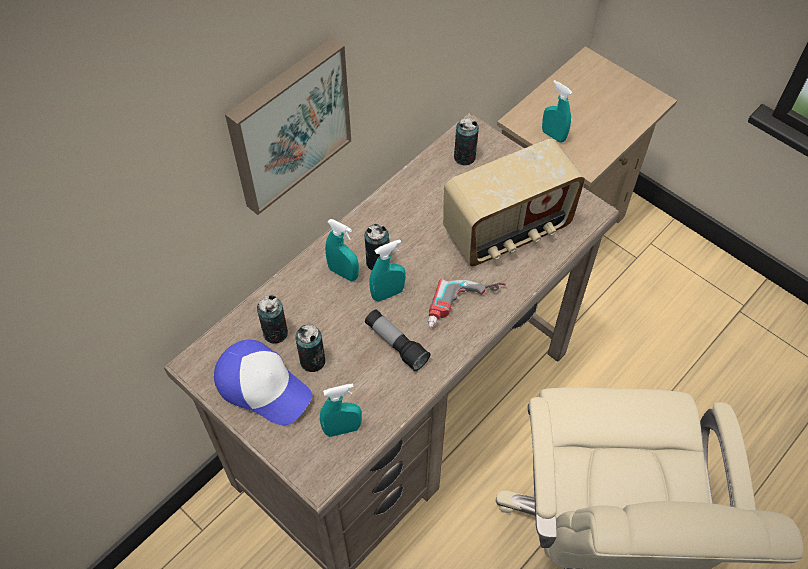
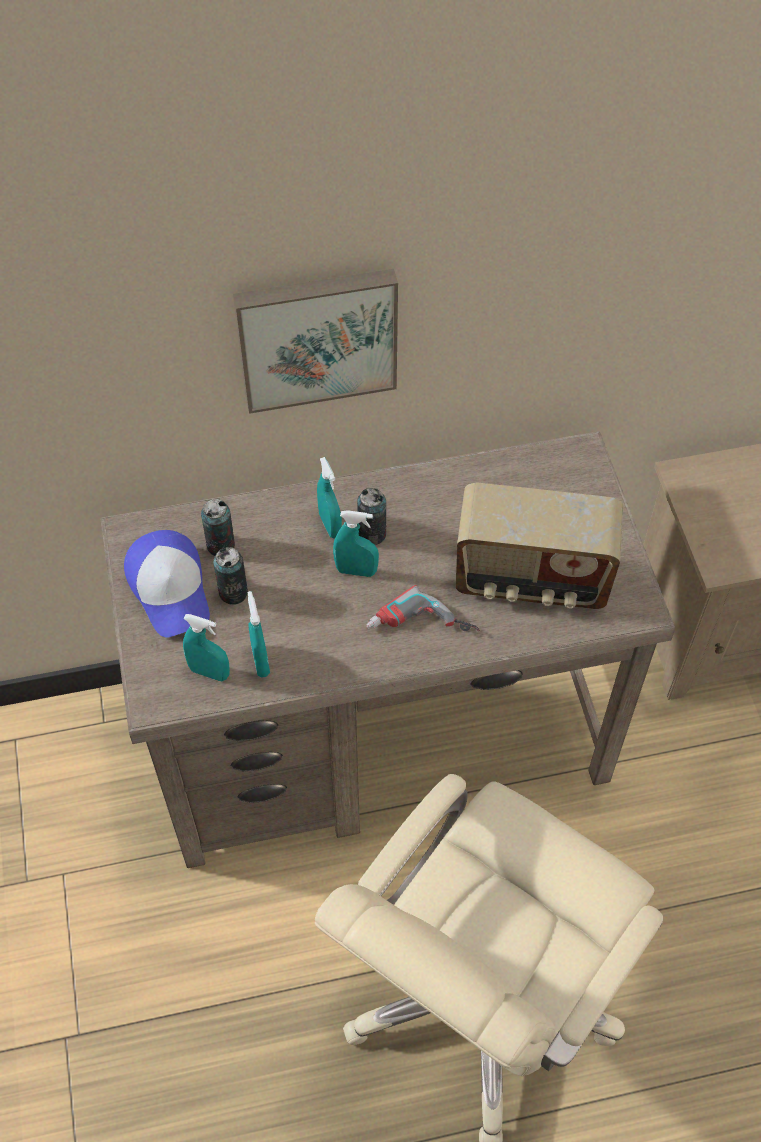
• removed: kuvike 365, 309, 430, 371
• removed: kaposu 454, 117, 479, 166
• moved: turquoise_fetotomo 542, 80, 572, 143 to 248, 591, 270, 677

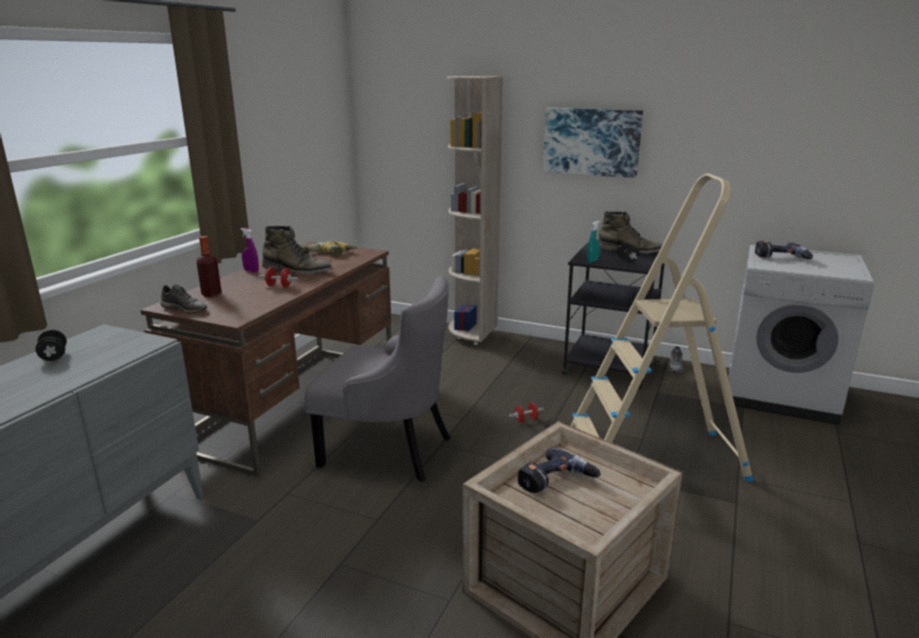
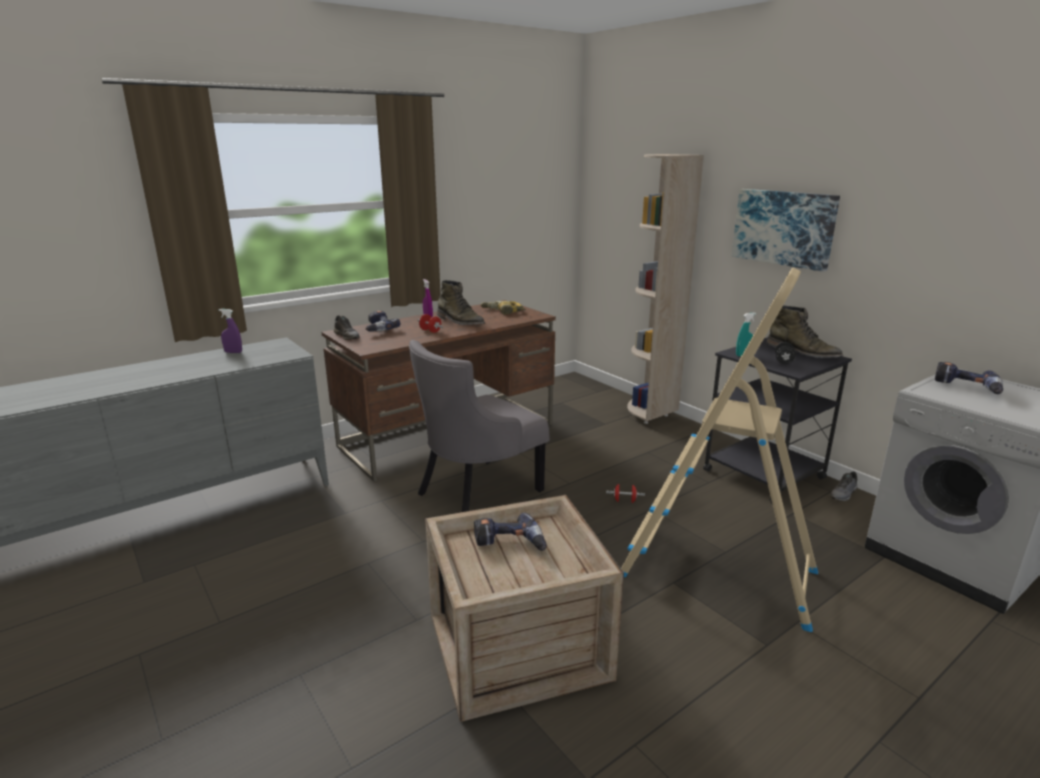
• replaced: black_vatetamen 35, 330, 67, 361 to purple_fetotomo 219, 309, 242, 353
• replaced: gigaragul 197, 236, 222, 297 to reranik 366, 311, 400, 331
• turned: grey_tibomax 305, 276, 451, 482 = 409, 340, 550, 512 90 degrees clockwise

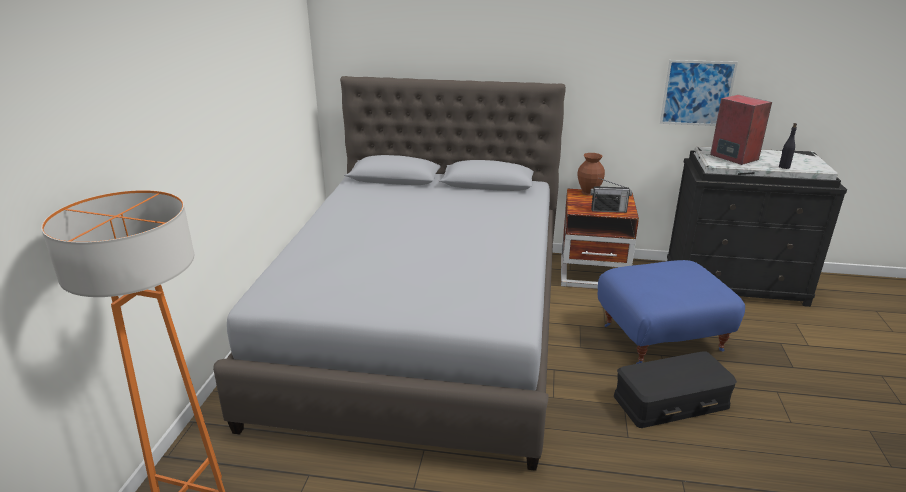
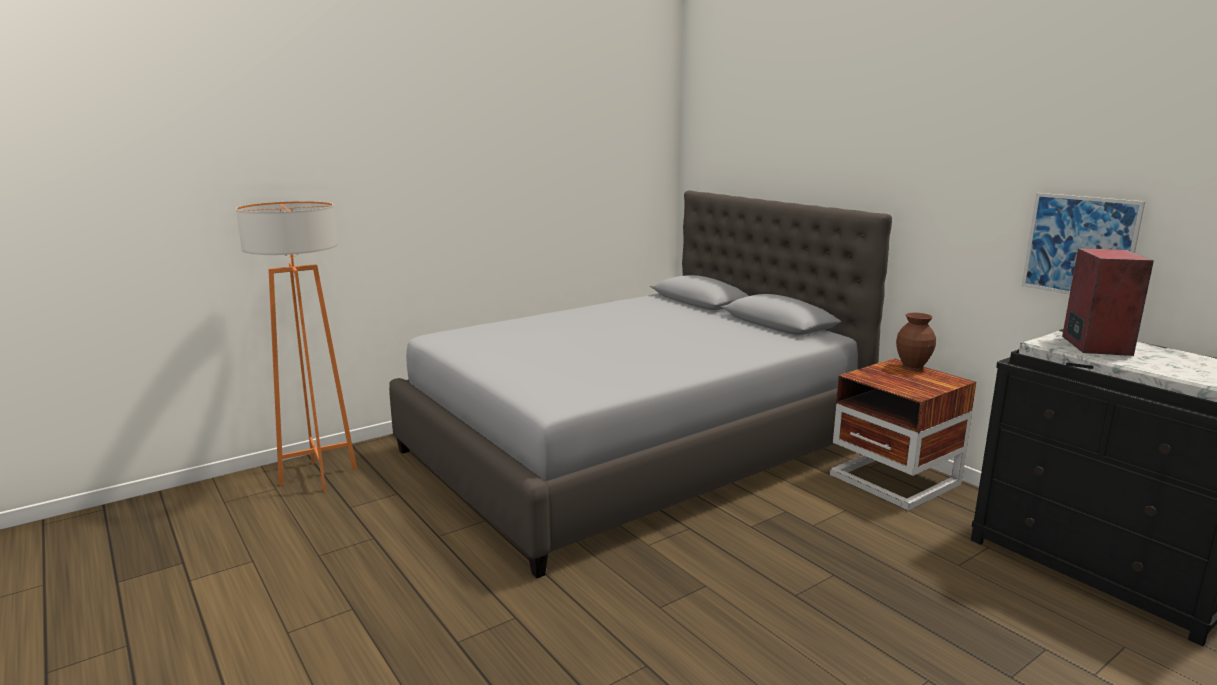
• removed: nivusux 591, 178, 632, 213
• removed: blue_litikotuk 598, 260, 745, 364
• removed: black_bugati 614, 351, 737, 428
• removed: black_gigaragul 779, 123, 797, 169

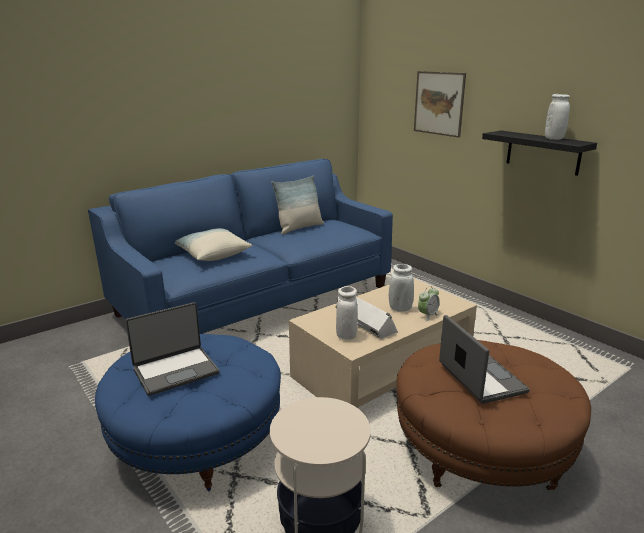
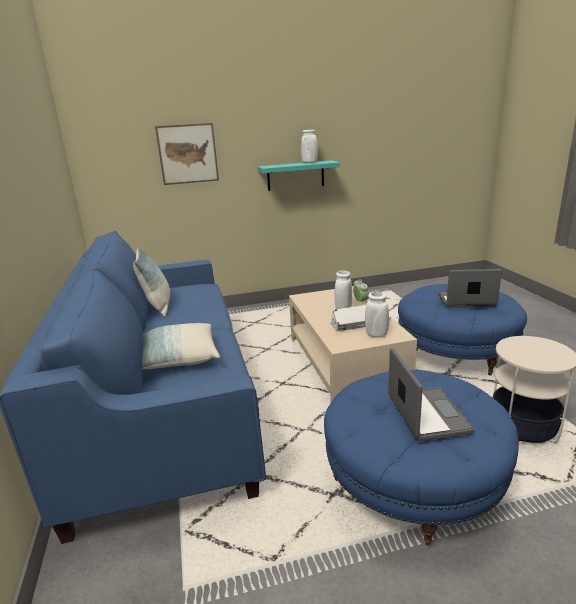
• recoloured: brown_litikotuk 396, 340, 591, 490 to blue_litikotuk 398, 284, 527, 376
• recoloured: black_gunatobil 482, 131, 597, 176 to turquoise_gunatobil 257, 160, 340, 191

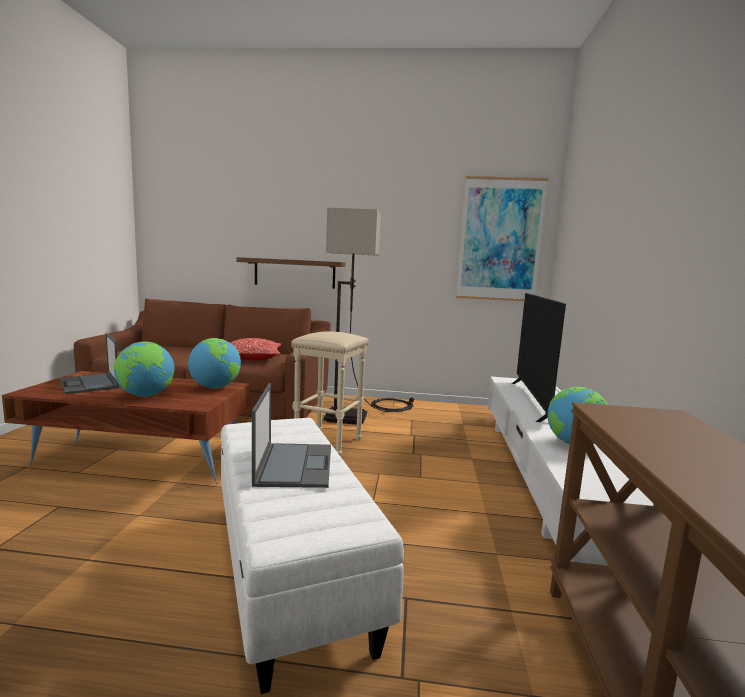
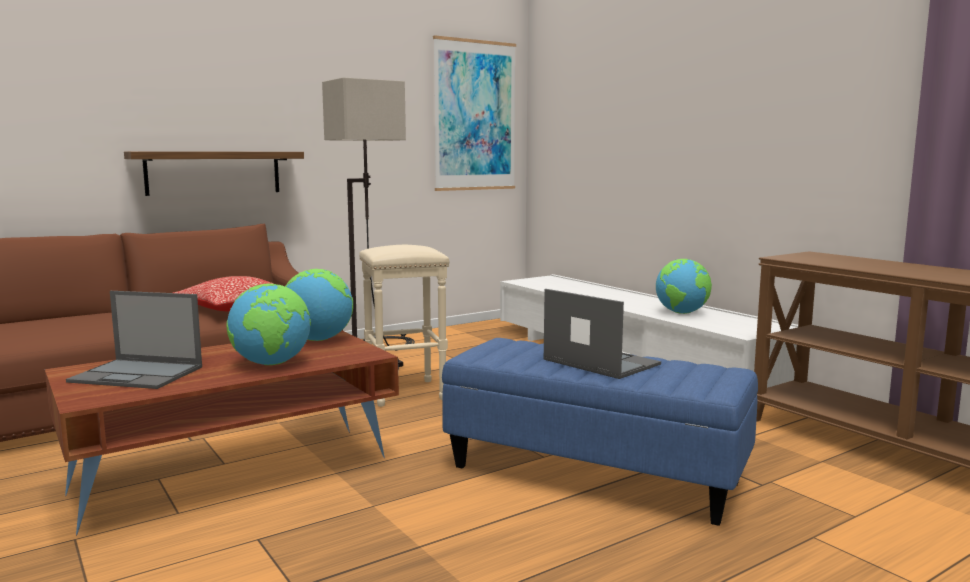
• removed: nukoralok 512, 293, 566, 422
• recoloured: white_litikotuk 221, 418, 404, 694 to blue_litikotuk 442, 338, 758, 526

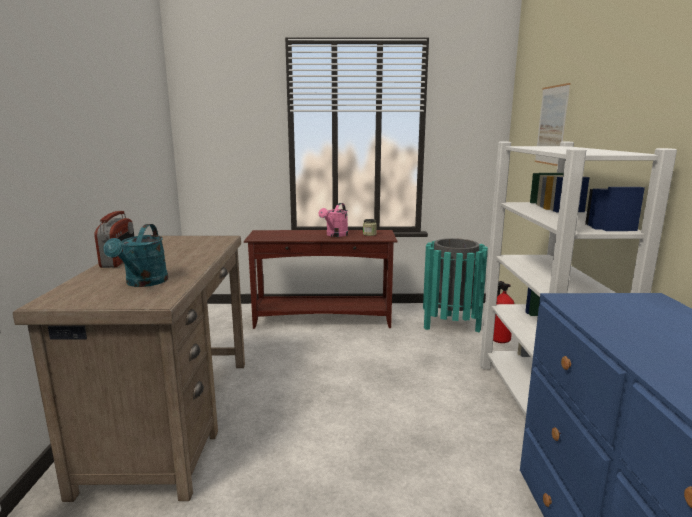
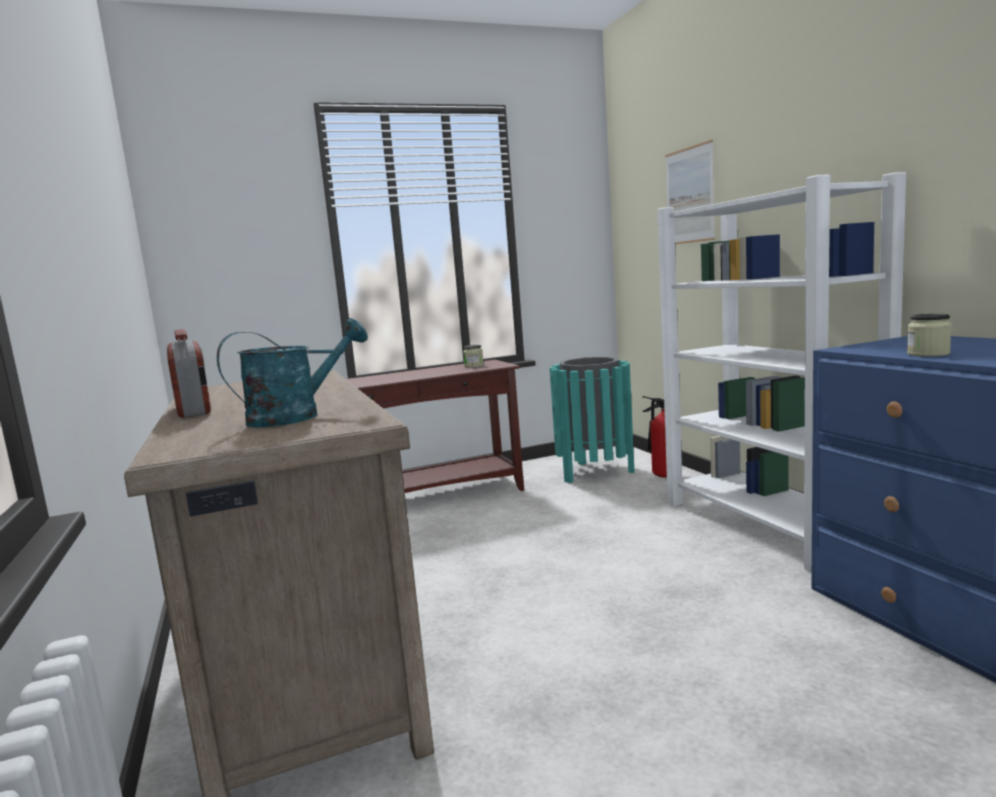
• removed: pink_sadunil 318, 203, 348, 237
• added: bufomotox 907, 314, 952, 357
• turned: turquoise_sadunil 103, 224, 168, 287 = 217, 318, 368, 427 105 degrees counterclockwise

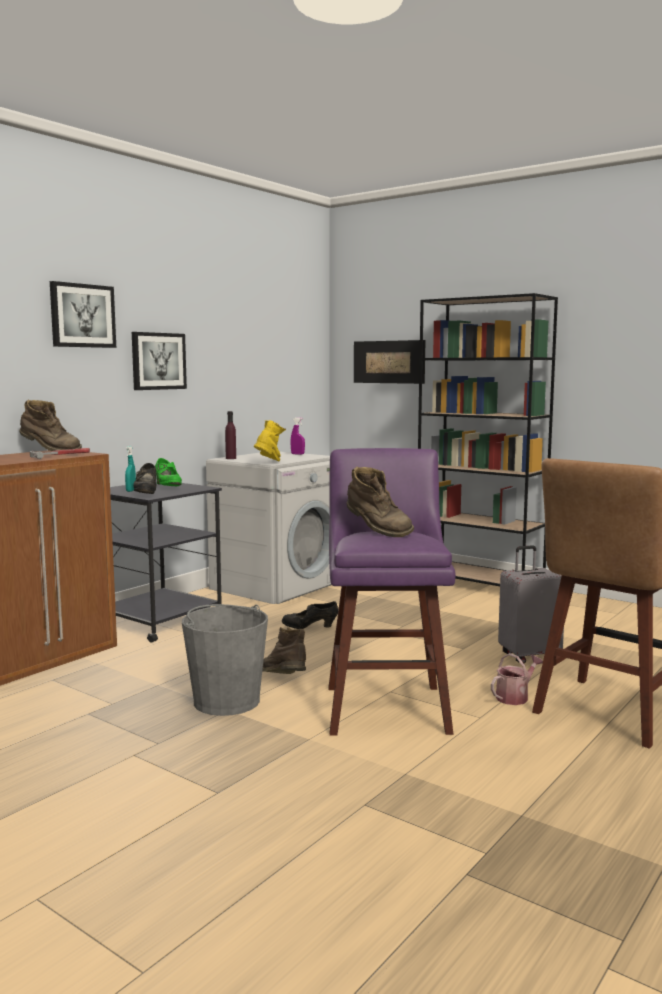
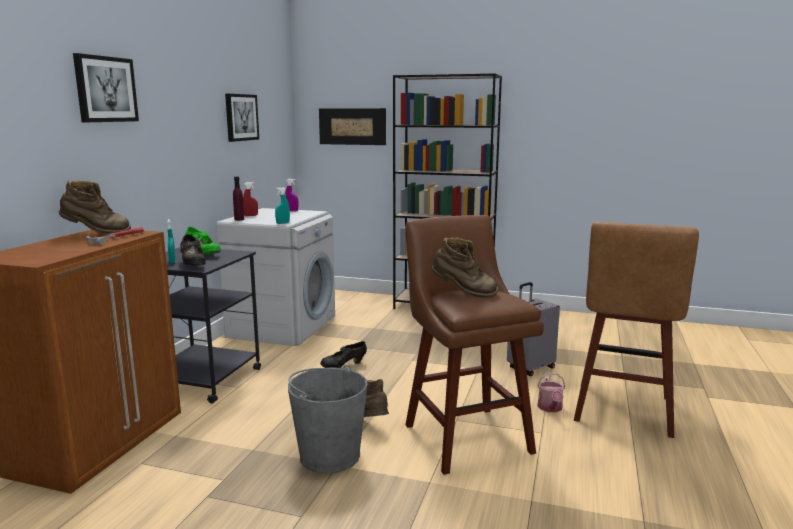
• added: red_fetotomo 243, 182, 258, 216
• moved: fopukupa 132, 332, 187, 390 to 225, 94, 259, 142
• replaced: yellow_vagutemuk 254, 420, 286, 462 to turquoise_fetotomo 275, 187, 290, 224
• recoloured: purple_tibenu 328, 448, 455, 736 to brown_tibenu 405, 215, 544, 475
• turned: sadunil 491, 653, 543, 705 = 537, 373, 565, 412 150 degrees clockwise

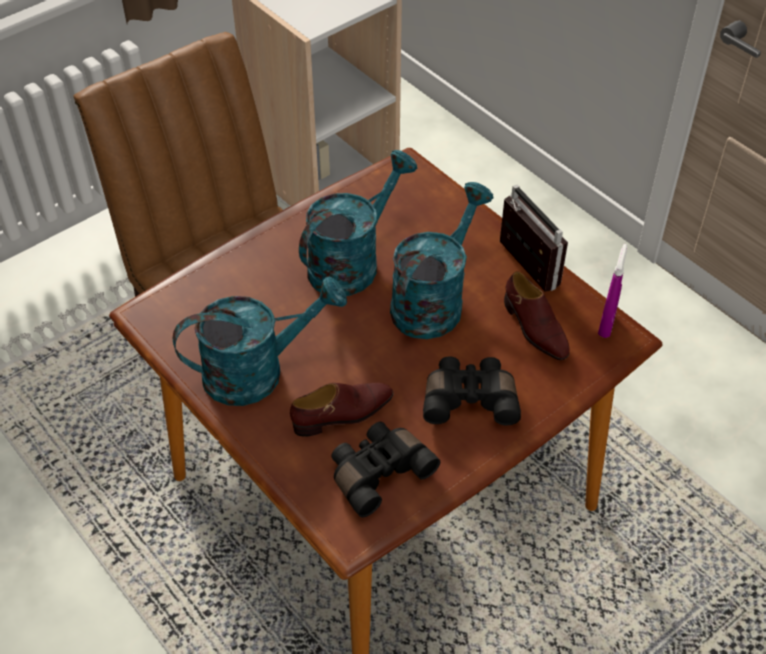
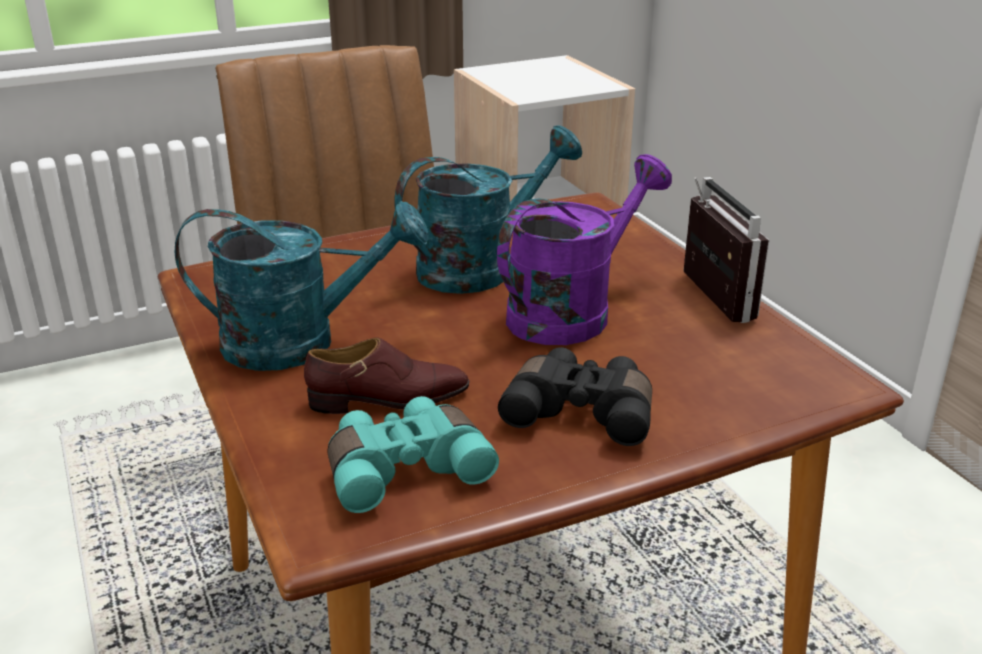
• removed: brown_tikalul 504, 271, 569, 360
• removed: purple_fetotomo 598, 244, 627, 338
• recoloured: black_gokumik 331, 421, 440, 518 to turquoise_gokumik 327, 396, 499, 513
• recoloured: turquoise_sadunil 390, 182, 493, 339 to purple_sadunil 497, 154, 672, 345

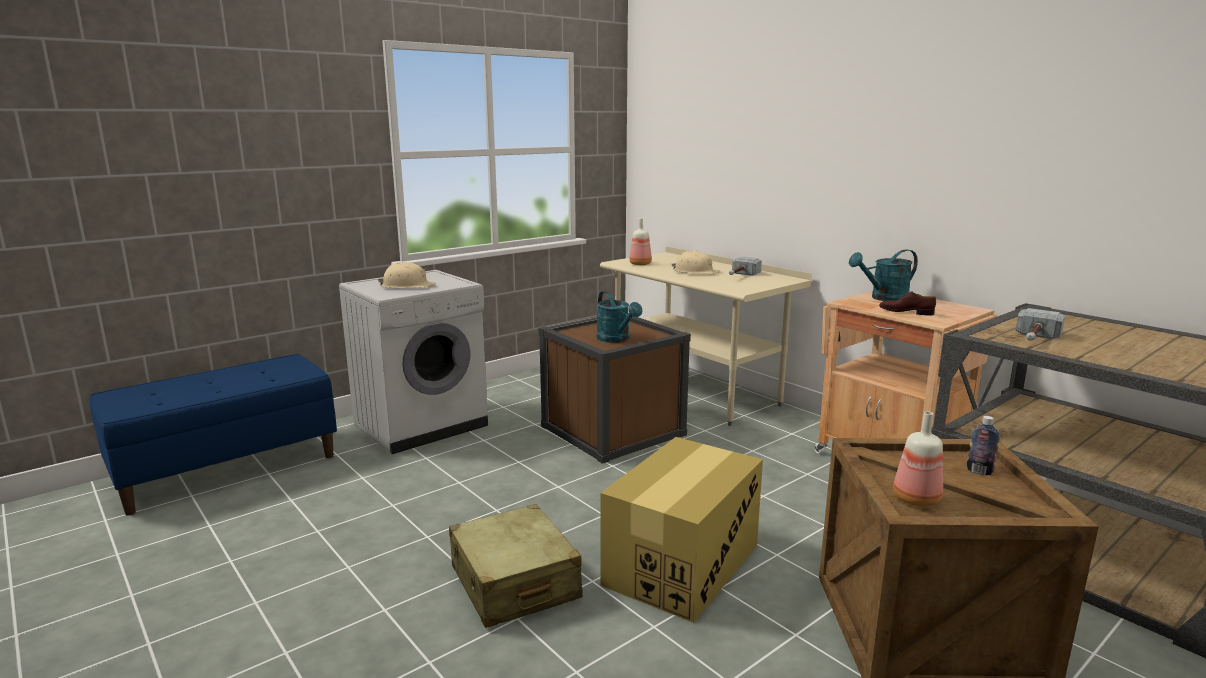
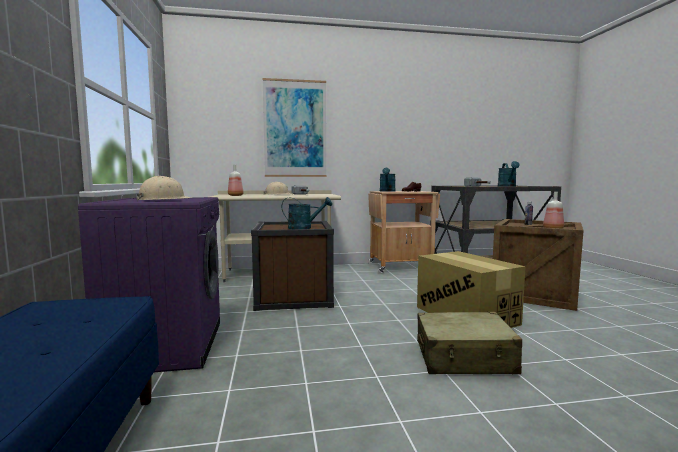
• added: fopukupa 263, 78, 327, 177
• added: turquoise_sadunil 498, 161, 520, 187
• recoloured: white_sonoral 339, 270, 488, 454 to purple_sonoral 78, 197, 220, 372

